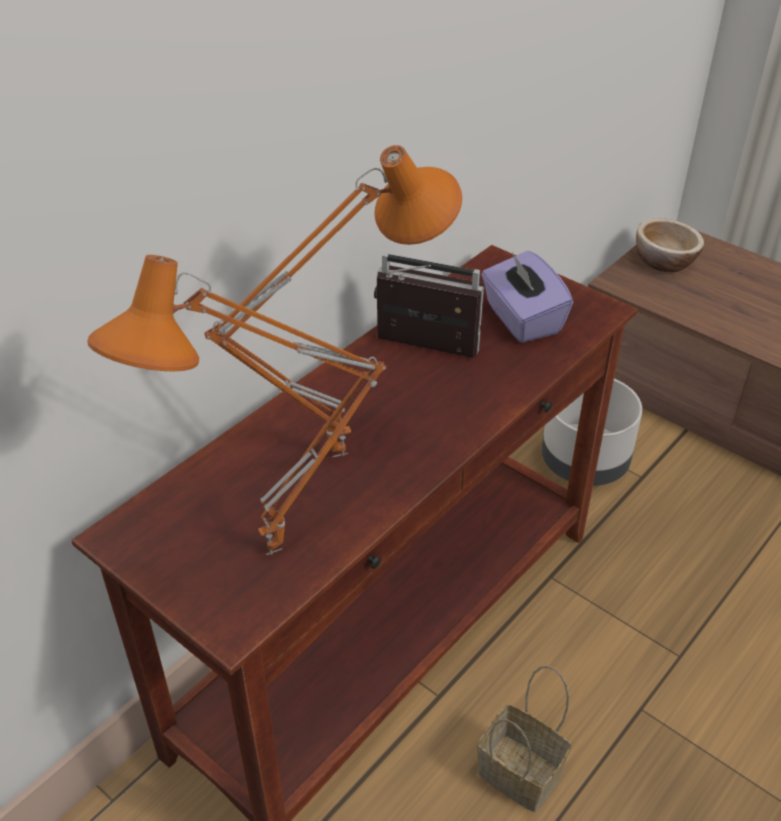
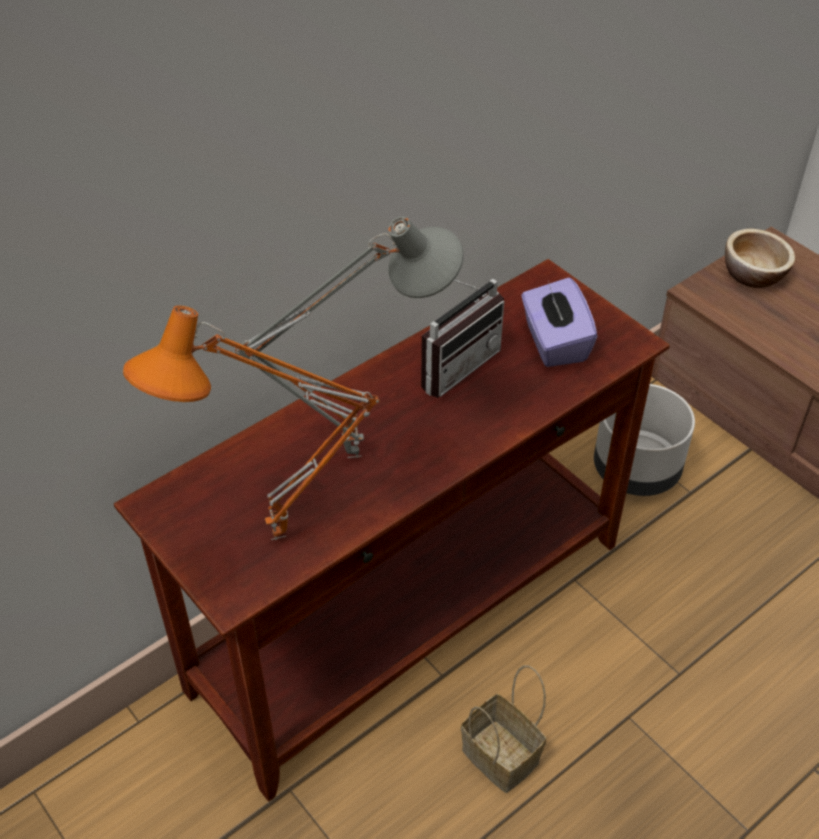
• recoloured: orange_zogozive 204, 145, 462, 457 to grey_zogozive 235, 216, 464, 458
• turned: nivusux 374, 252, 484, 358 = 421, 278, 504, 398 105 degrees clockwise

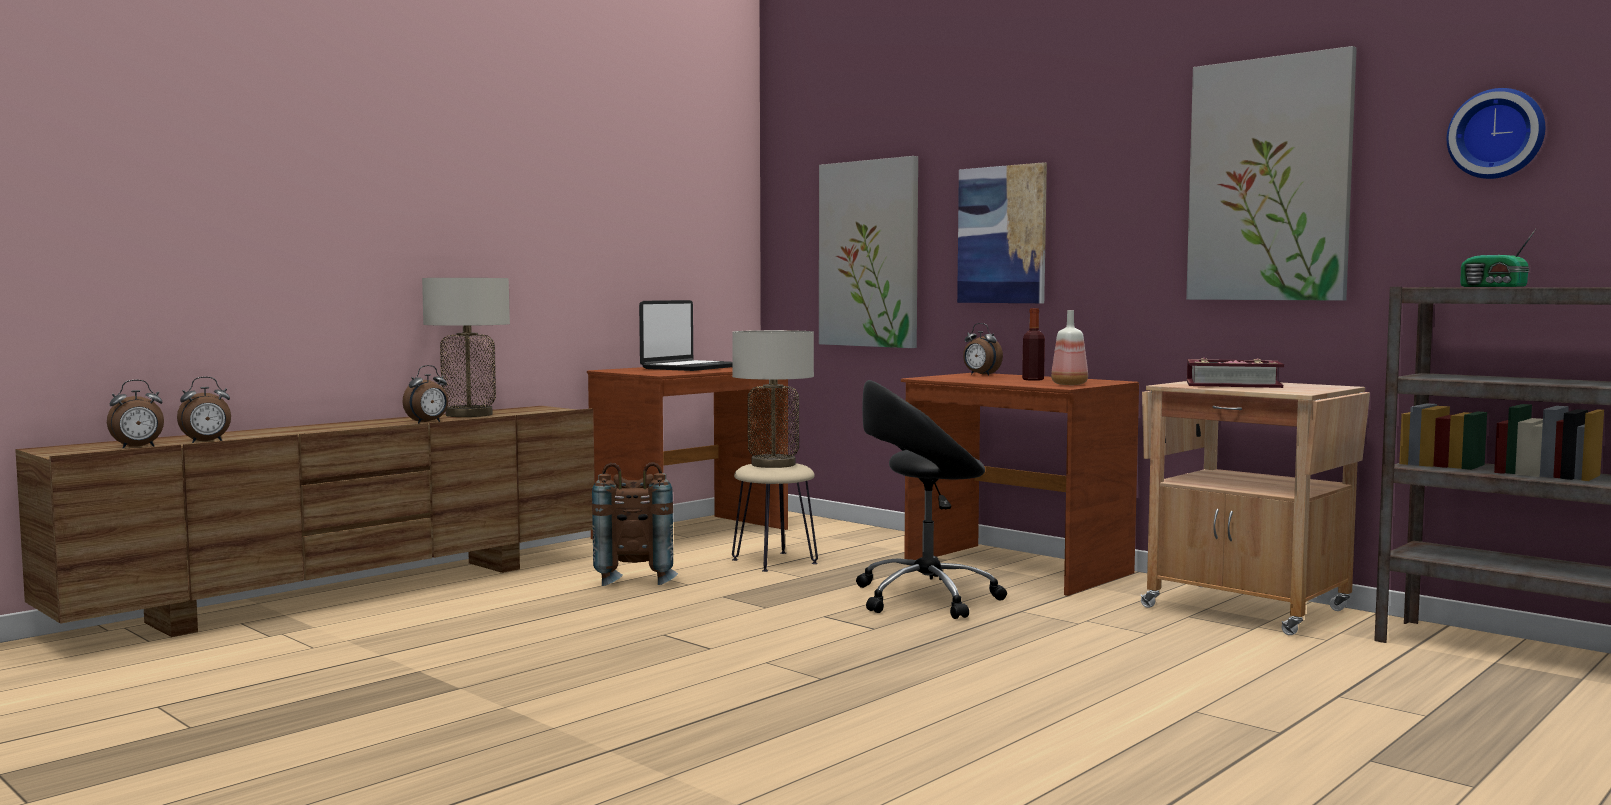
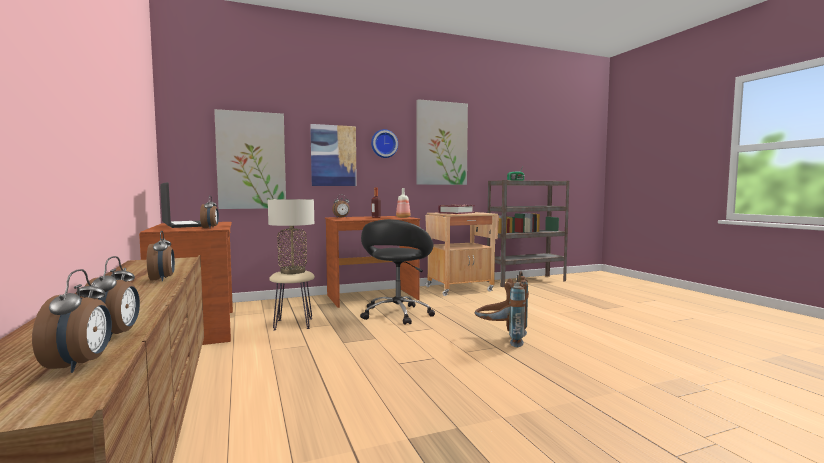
• removed: zogozive 422, 278, 510, 417
• added: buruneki 200, 196, 219, 228
• moved: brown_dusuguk 592, 462, 678, 586 to 475, 271, 529, 347
• moved: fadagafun 1447, 88, 1545, 179 to 371, 129, 398, 158

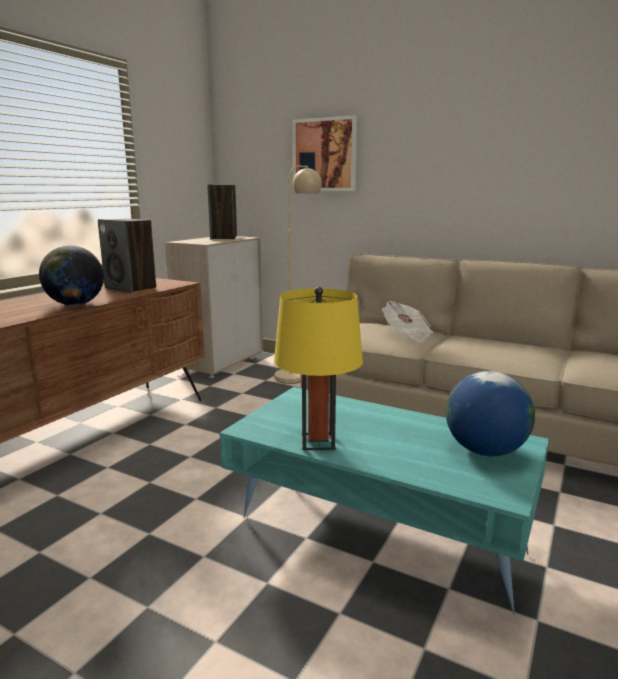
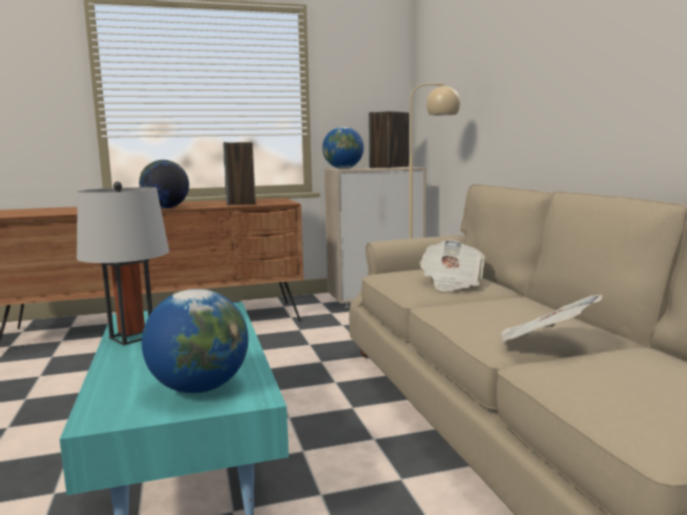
• removed: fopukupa 292, 115, 357, 191
• added: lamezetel 322, 127, 364, 169
• added: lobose 500, 295, 602, 343
• recoloured: yellow_zogozive 274, 287, 363, 450 to grey_zogozive 77, 181, 169, 345

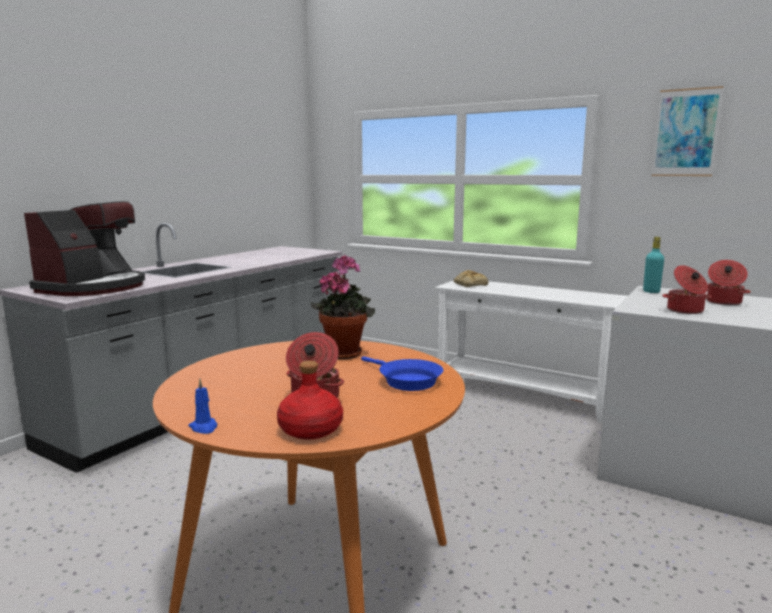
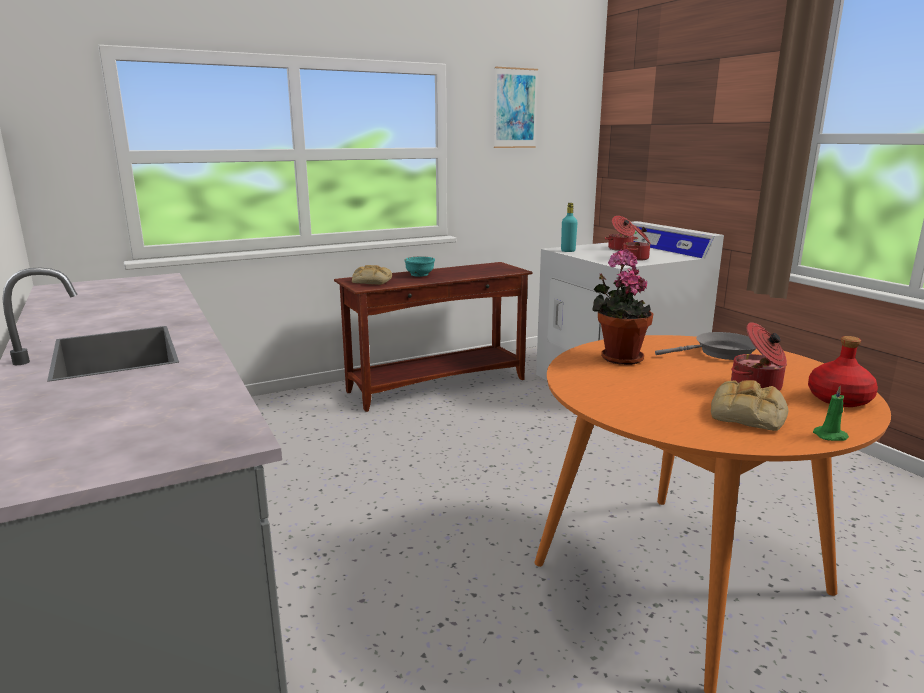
• removed: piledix 24, 201, 145, 296
• added: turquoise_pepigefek 404, 256, 435, 277
• added: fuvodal 711, 380, 788, 431
• recoloured: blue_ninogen 188, 379, 217, 434 to green_ninogen 813, 386, 849, 441
• recoloured: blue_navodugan 361, 356, 443, 391 to grey_navodugan 655, 332, 756, 360
• recoloured: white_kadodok 435, 280, 627, 423 to brown_kadodok 334, 262, 533, 412

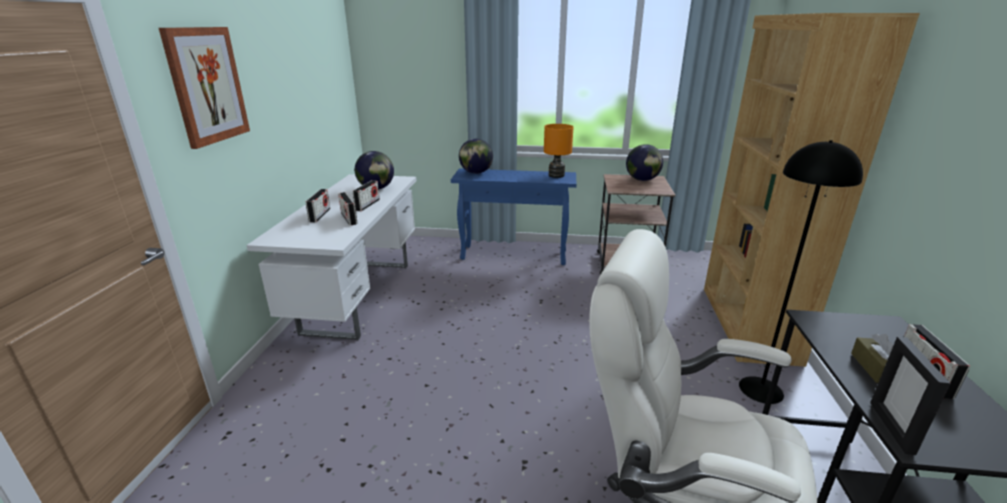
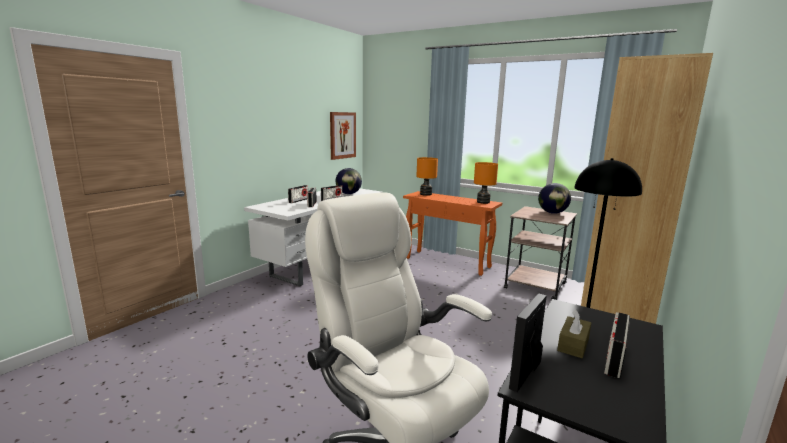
• moved: fopukupa 159, 27, 250, 149 to 330, 112, 356, 160
• replaced: lamezetel 459, 139, 493, 174 to orange_zogozive 416, 157, 438, 196
• recoloured: blue_kadodok 451, 168, 577, 265 to orange_kadodok 403, 191, 502, 276

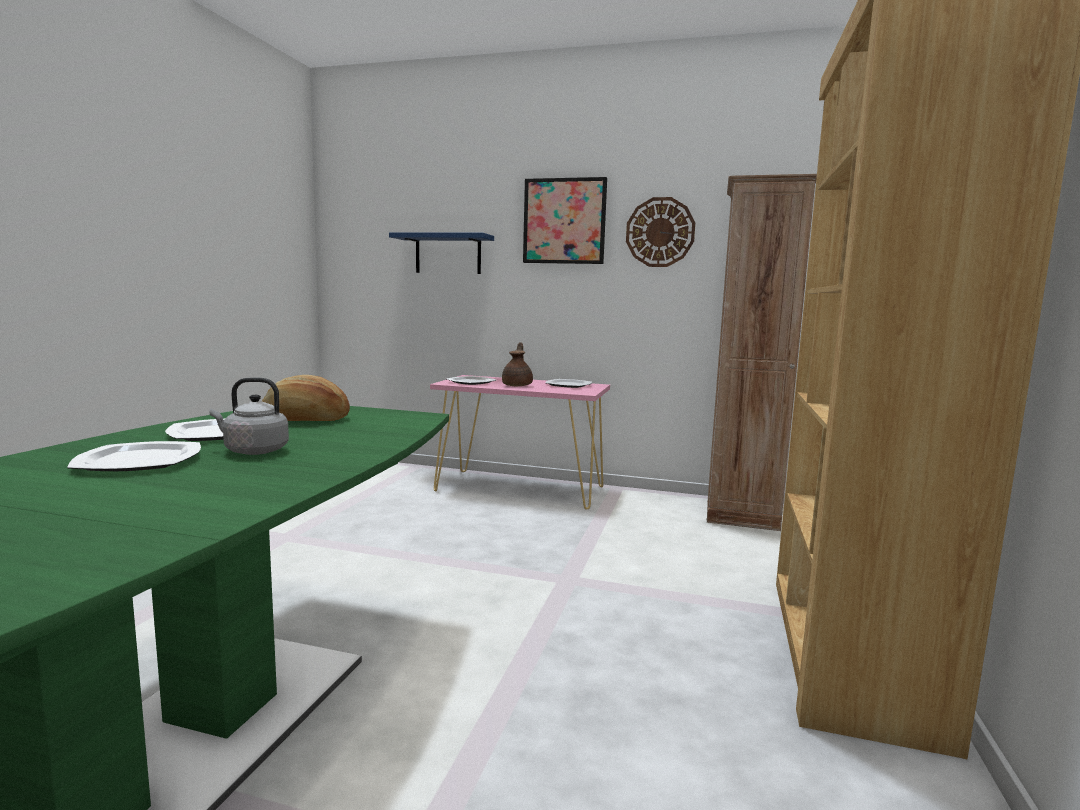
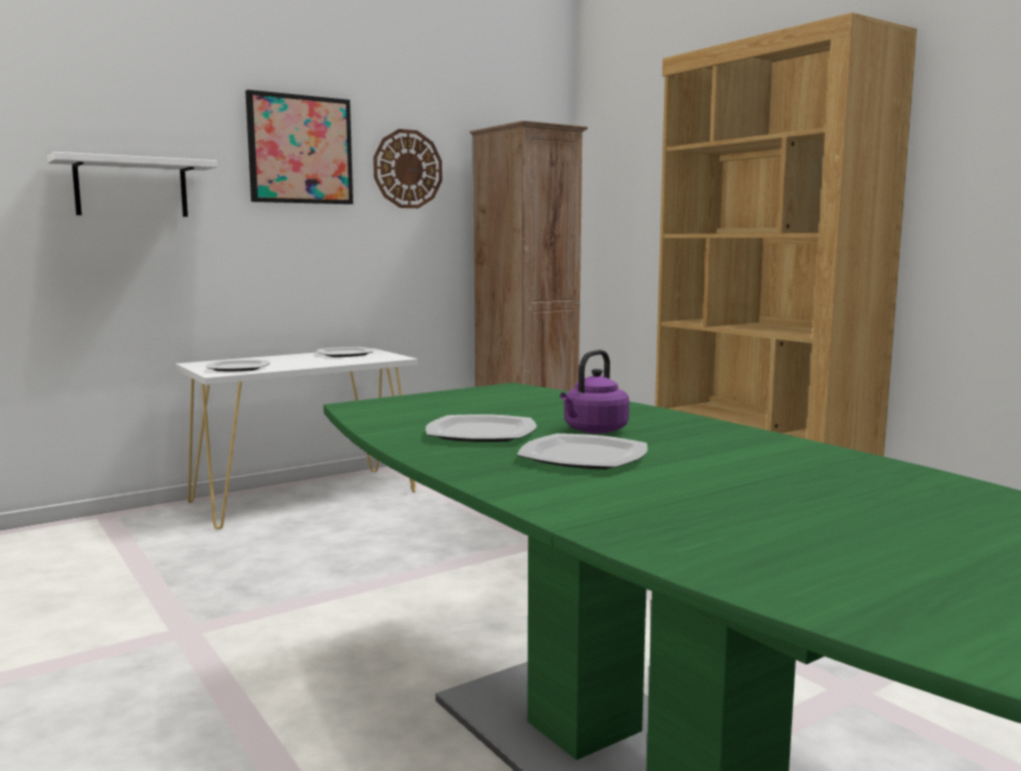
• removed: fuvodal 262, 375, 350, 421
• removed: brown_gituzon 502, 342, 533, 386
• recoloured: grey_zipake 209, 377, 289, 455 to purple_zipake 560, 350, 629, 434
• recoloured: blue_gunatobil 389, 232, 494, 274 to white_gunatobil 47, 152, 218, 217
• recoloured: pink_kadodok 430, 375, 610, 509 to white_kadodok 175, 348, 418, 529

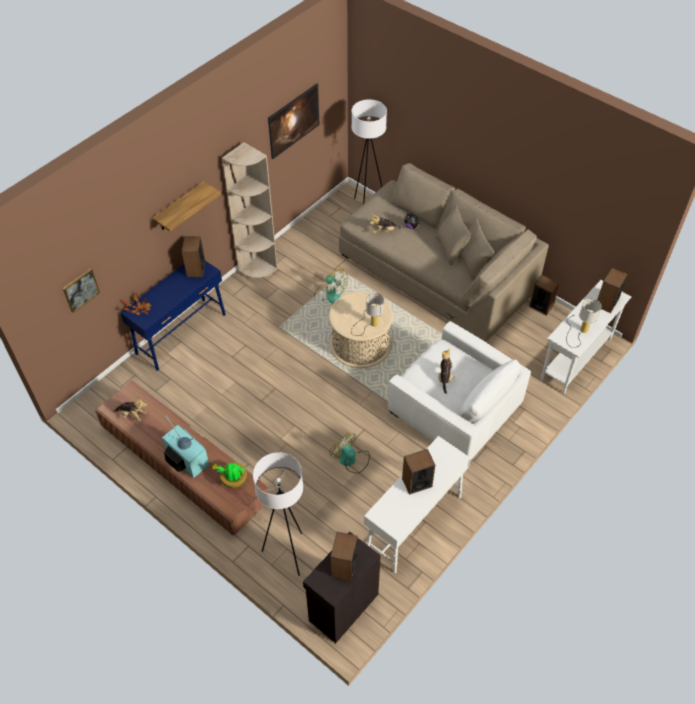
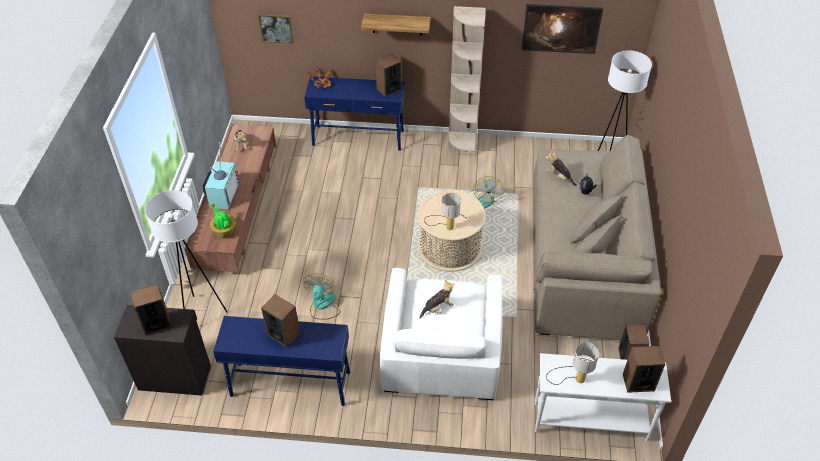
• recoloured: white_kadodok 364, 436, 471, 573 to blue_kadodok 213, 316, 350, 406

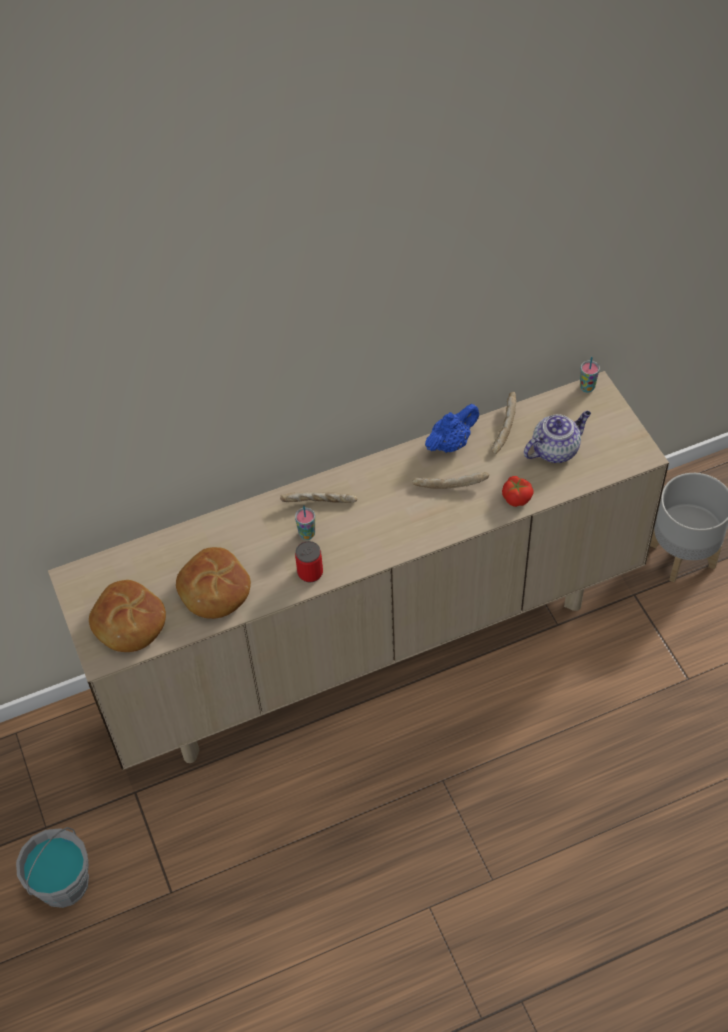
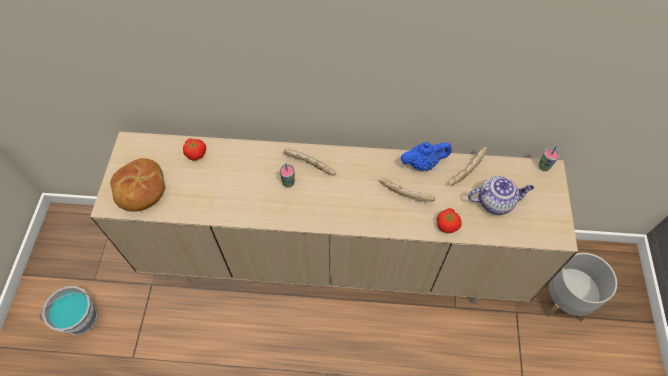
• removed: fuvodal 176, 547, 251, 619
• removed: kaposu 295, 541, 323, 582
• added: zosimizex 183, 138, 206, 161

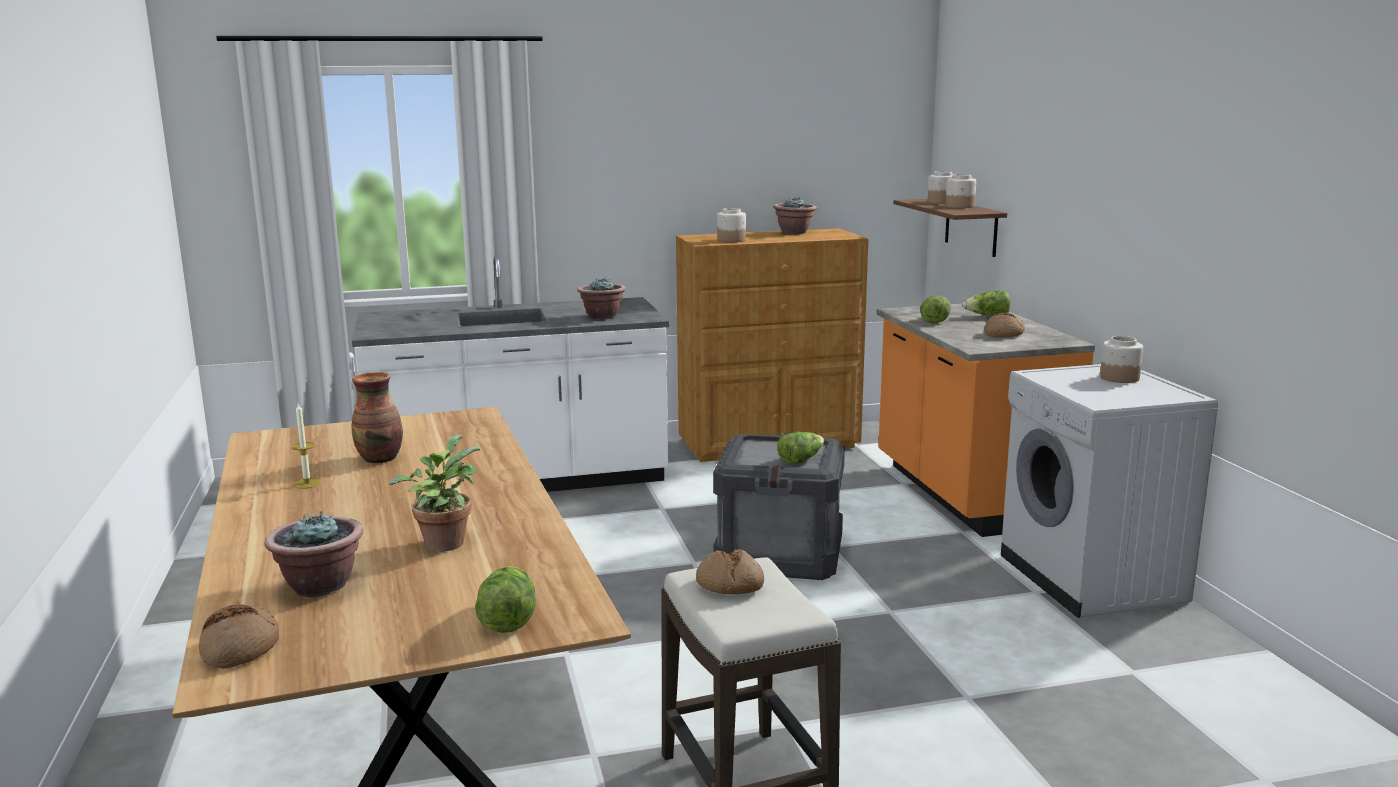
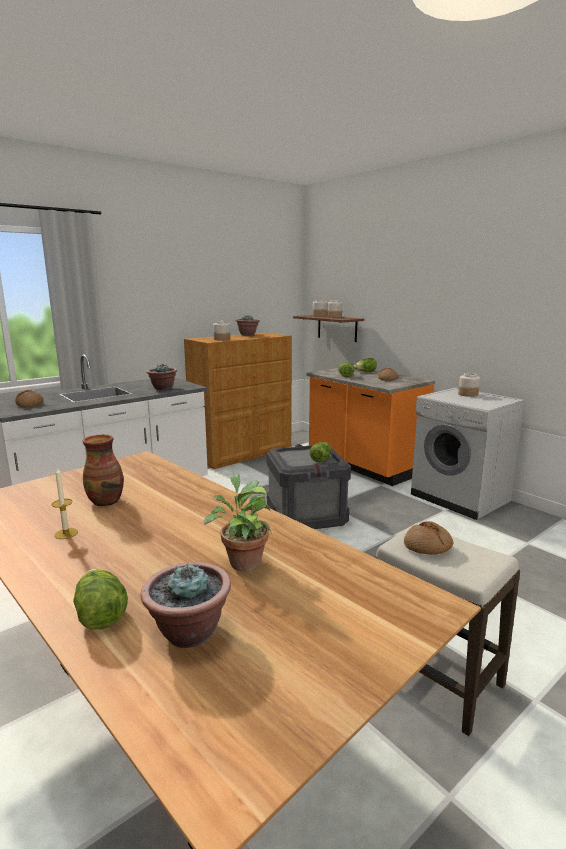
• moved: fuvodal 199, 604, 279, 669 to 15, 390, 44, 407
• moved: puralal 475, 566, 536, 633 to 73, 569, 128, 629

